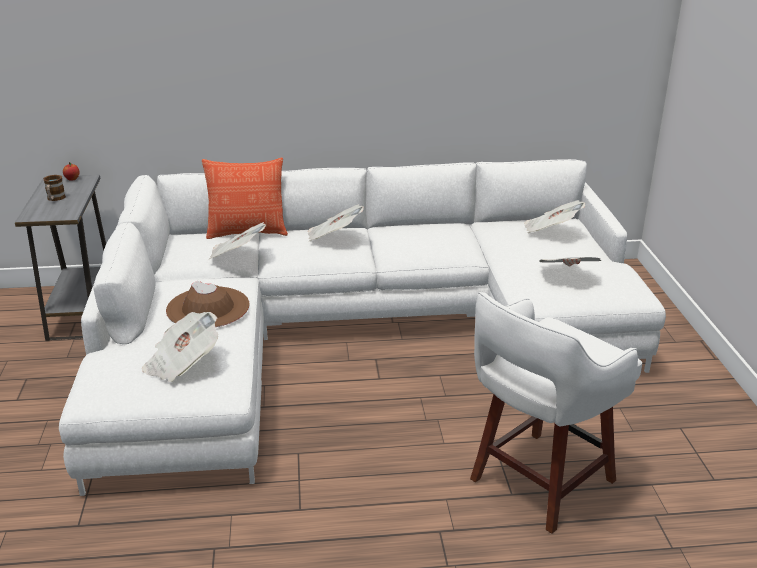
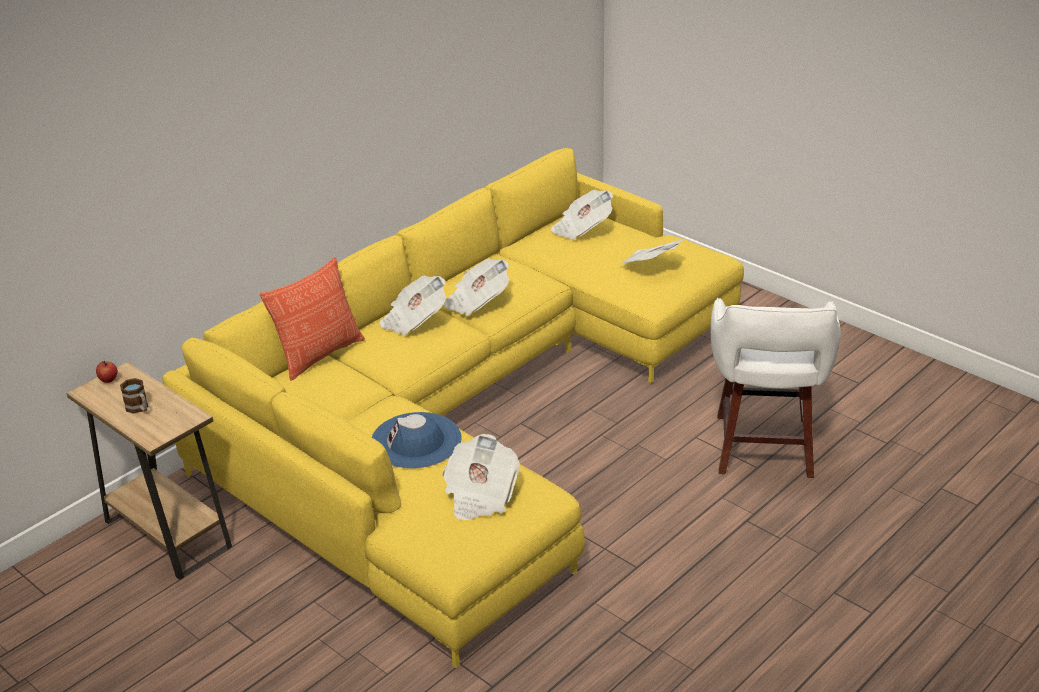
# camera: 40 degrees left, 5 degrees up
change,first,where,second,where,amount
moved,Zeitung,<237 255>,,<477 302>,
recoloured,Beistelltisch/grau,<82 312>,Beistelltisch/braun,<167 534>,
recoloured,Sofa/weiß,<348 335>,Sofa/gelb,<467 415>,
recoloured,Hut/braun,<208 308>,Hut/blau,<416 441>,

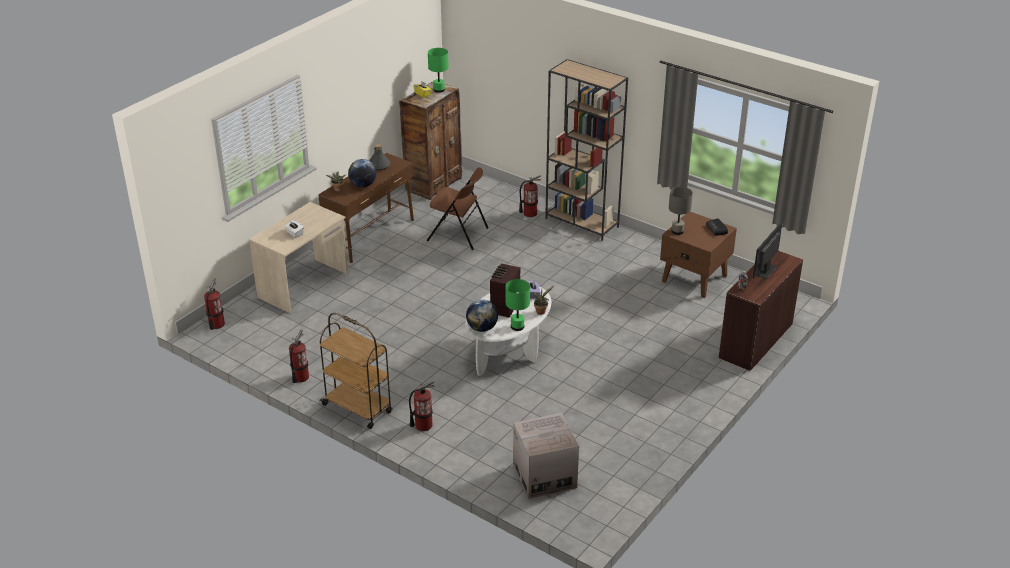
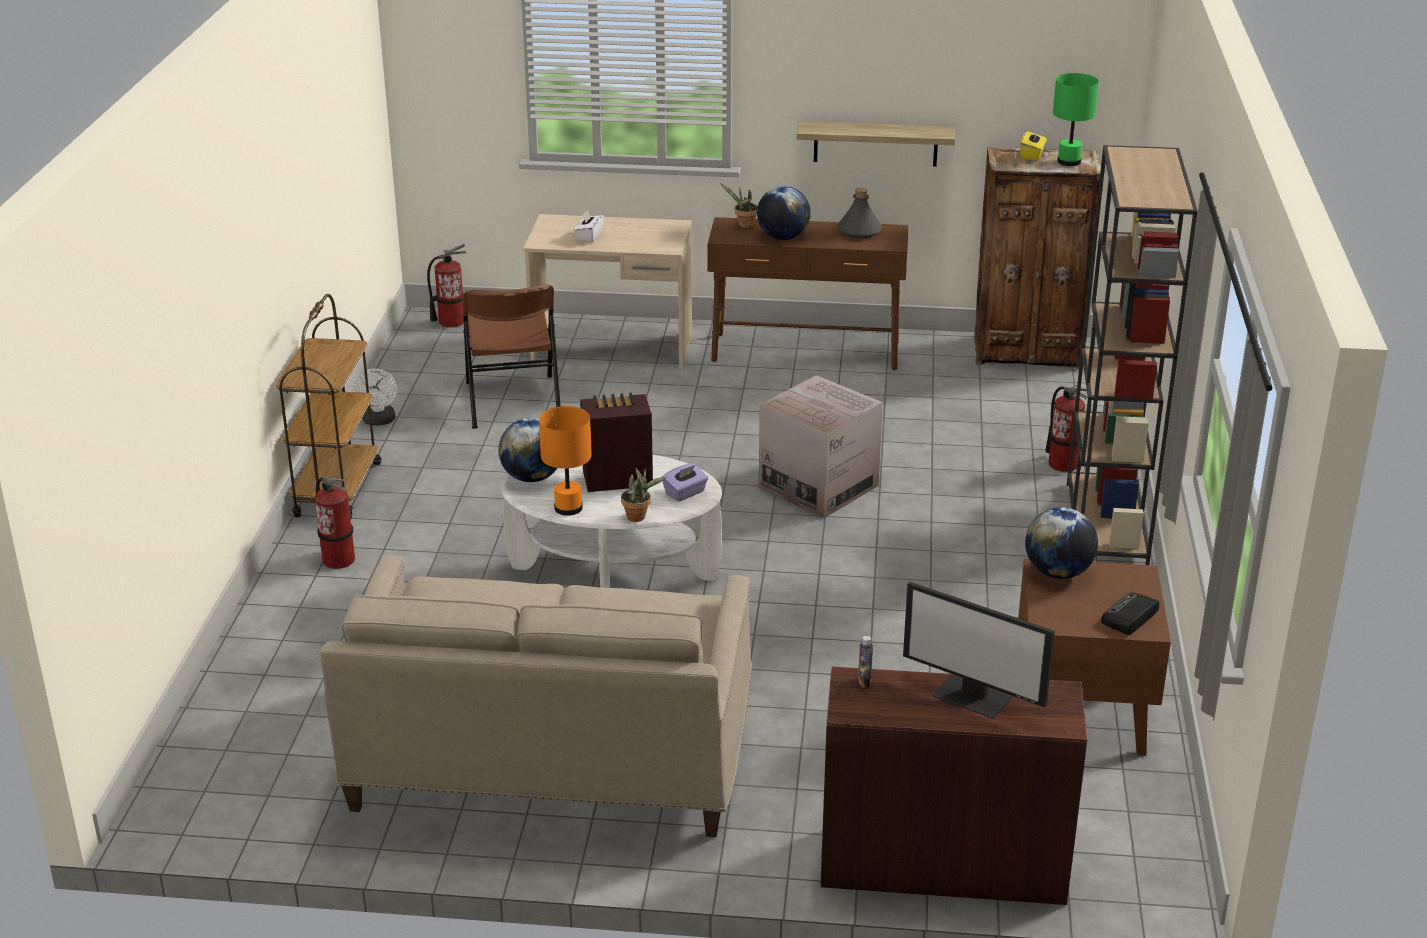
# camera: 60 degrees right, 5 degrees down
change,first,where,second,where,amount
added,,,Sofa/beige,<550 756>,
added,,,Wandregal,<875 143>,
moved,Stuhl/braun,<457 234>,,<512 402>,
moved,Karton,<544 476>,,<818 486>,
replaced,Feuerlöscher,<300 377>,Ventilator/weiß,<379 421>,
replaced,Tischlampe/grau,<677 231>,Globus,<1058 572>,
recoloured,Tischlampe/grün,<517 326>,Tischlampe/orange,<568 508>,
turned,Monitor,<765 270>,,<973 696>,150 degrees counterclockwise

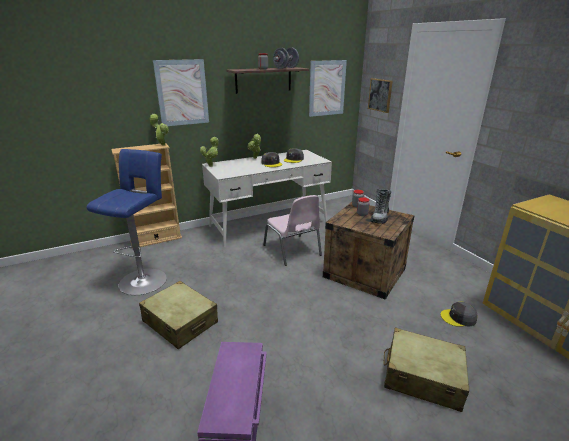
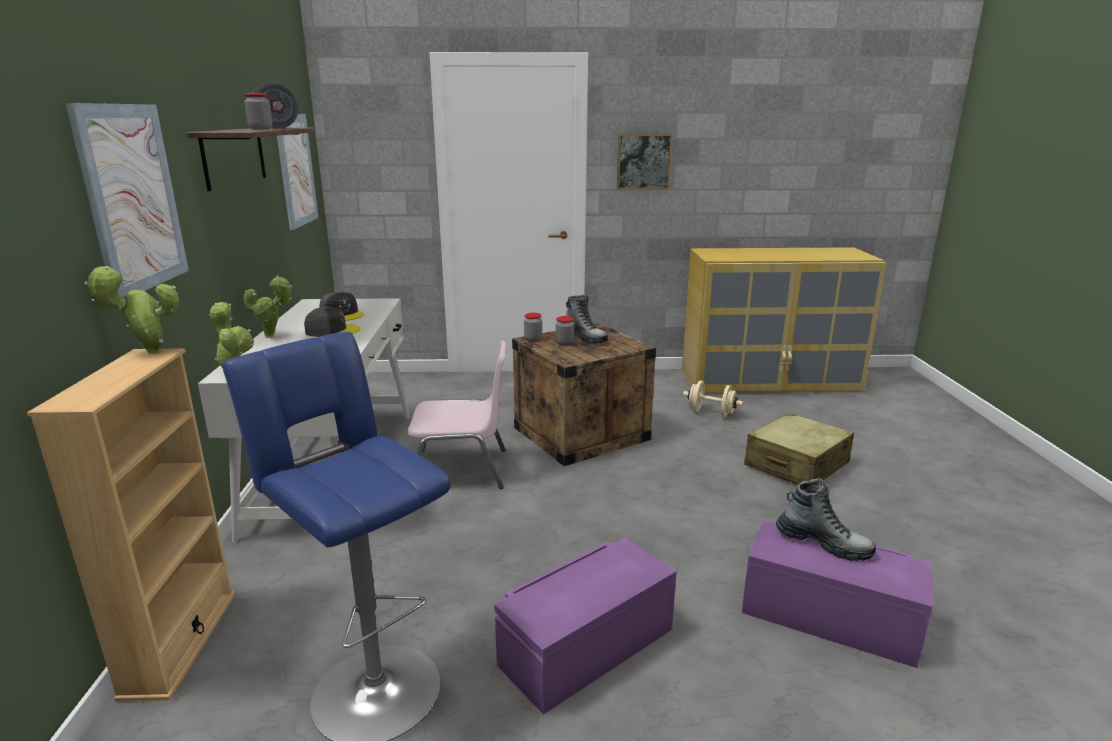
# camera: 65 degrees left, 5 degrees down
change,first,where,second,where,amount
added,,,Stiefel,<823 544>,
moved,Bild,<380 95>,,<643 161>,
replaced,Koffer/beige,<180 322>,Aufbewahrungsbox/lila,<585 645>,
replaced,Kappe/grau,<458 318>,Hantel/beige,<711 413>,

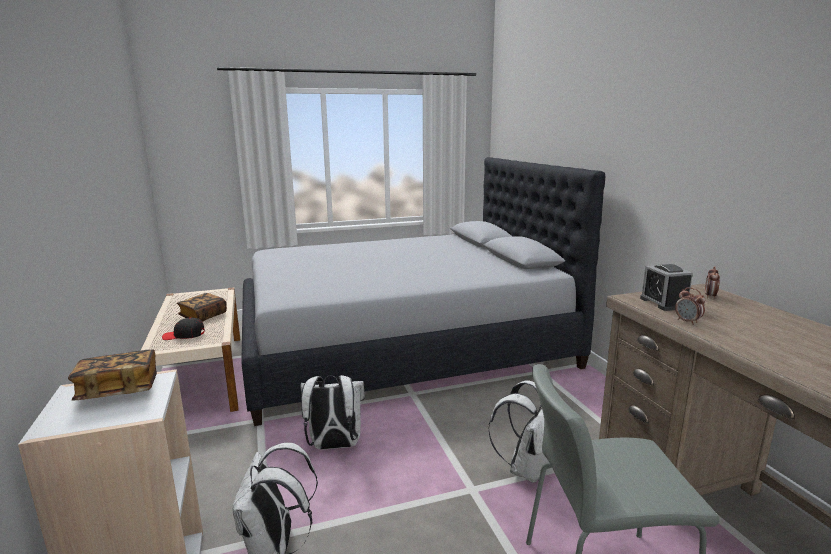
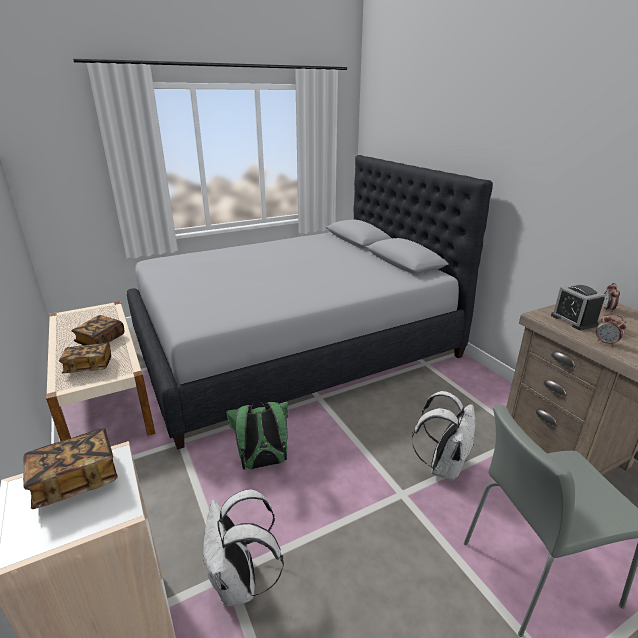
# camera: 10 degrees left, 10 degrees up
change,first,where,second,where,amount
replaced,Kappe/schwarz,<184 335>,Buch,<89 367>,
recoloured,Rucksack/weiß,<334 446>,Rucksack/grün,<263 463>,

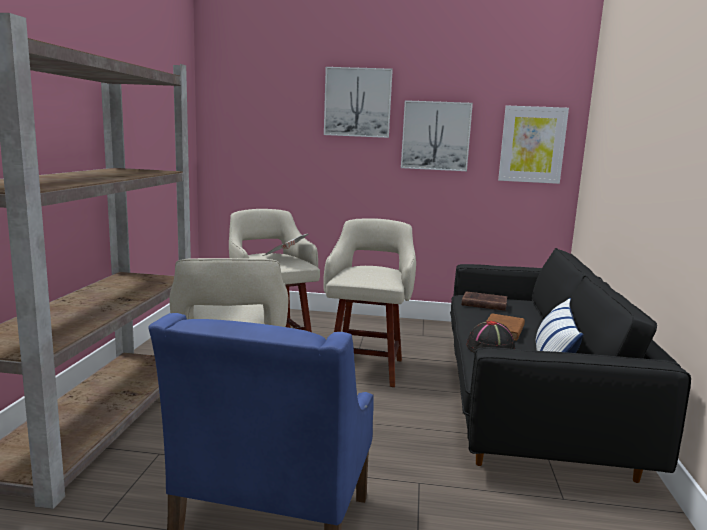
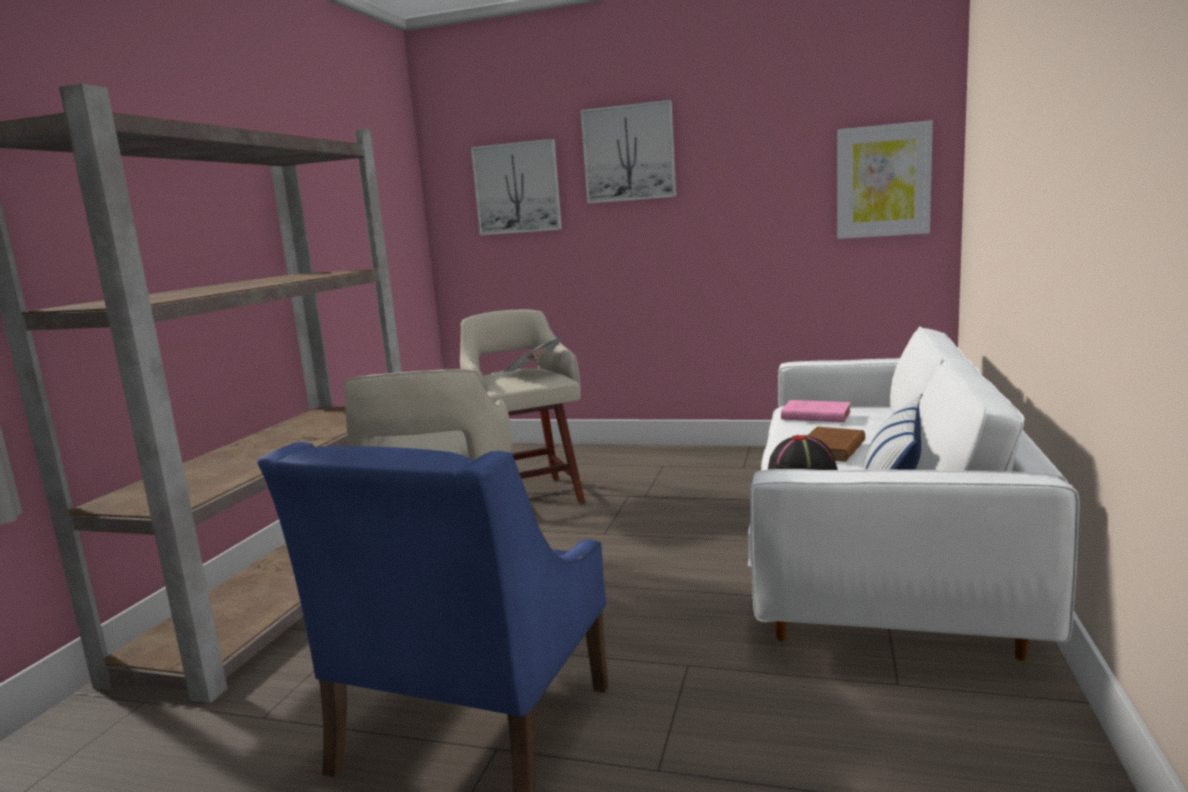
# camera: 10 degrees right, 0 degrees up
change,first,where,second,where,amount
removed,Hocker/beige,<367 367>,,,
moved,Bild,<435 136>,,<517 188>,
recoloured,Sofa/schwarz,<527 400>,Sofa/weiß,<877 548>,
recoloured,Buch/braun,<482 304>,Buch/rosa,<814 416>,

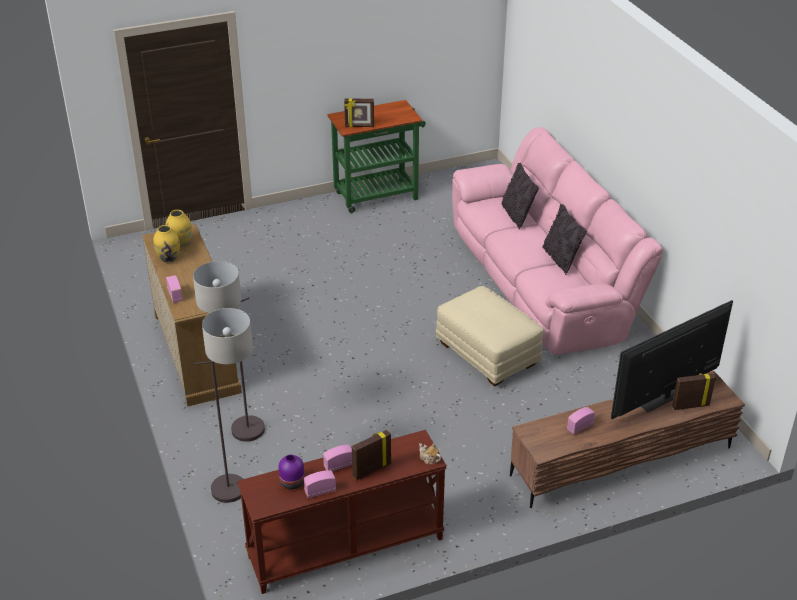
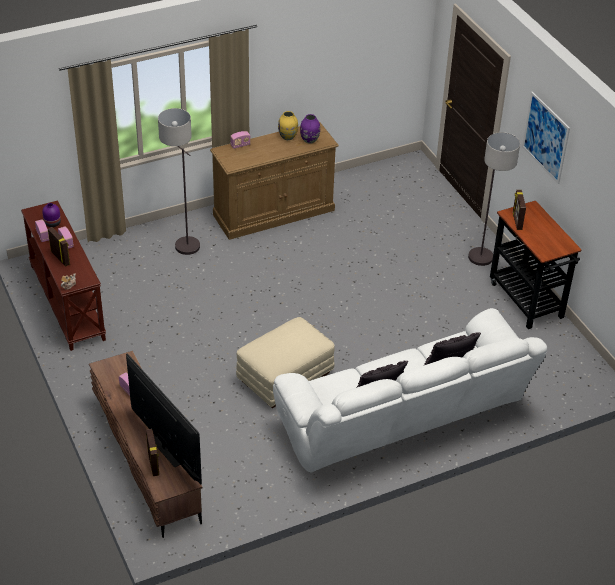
# camera: 85 degrees right, 5 degrees up
change,first,where,second,where,amount
added,,,Bild,<545 137>,
moved,Stehlampe/grau,<239 488>,,<483 262>,
recoloured,Vase/gelb,<181 242>,Vase/lila,<309 140>,
recoloured,Rollwagen/grün,<377 196>,Rollwagen/schwarz,<527 301>,
recoloured,Sofa/rosa,<542 279>,Sofa/weiß,<404 419>,

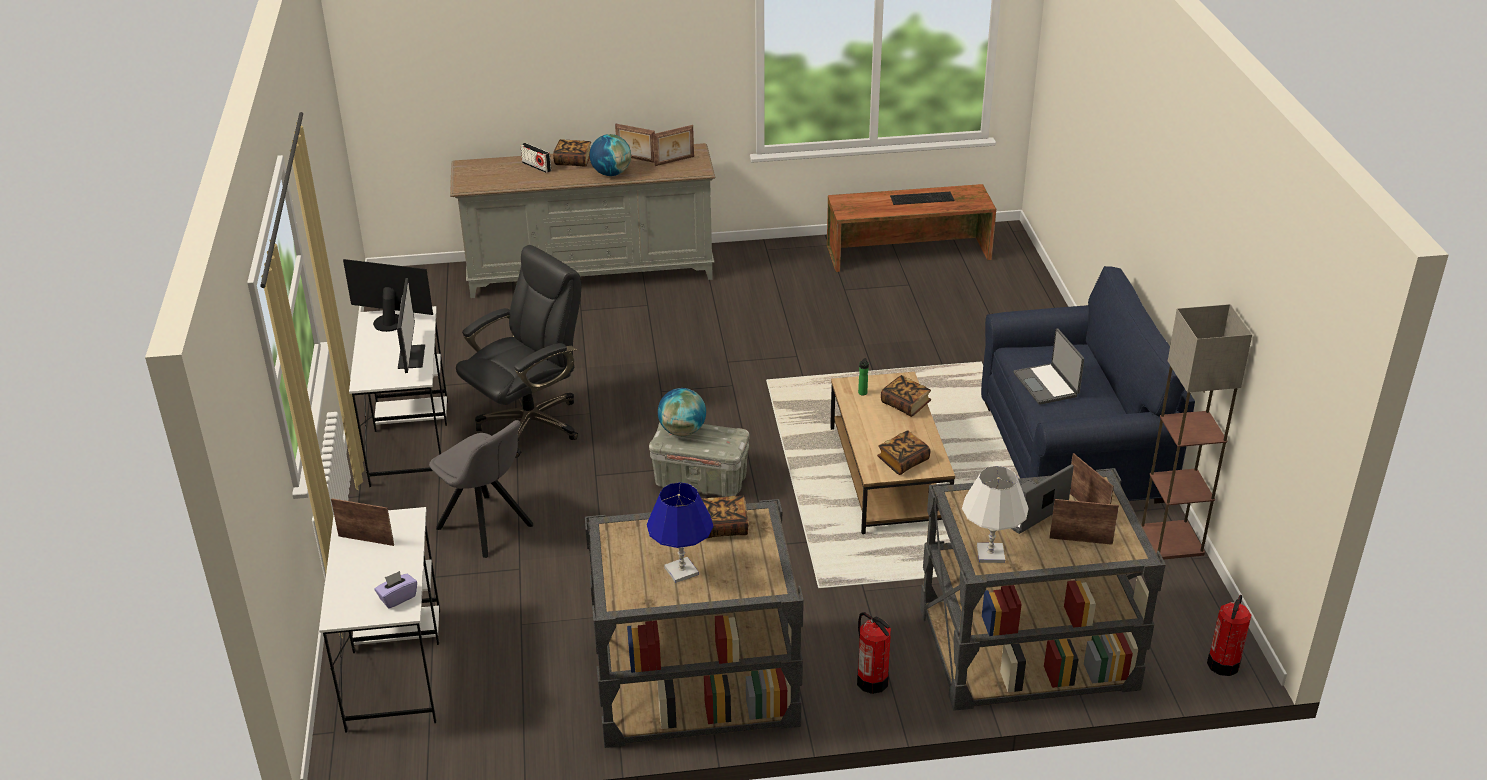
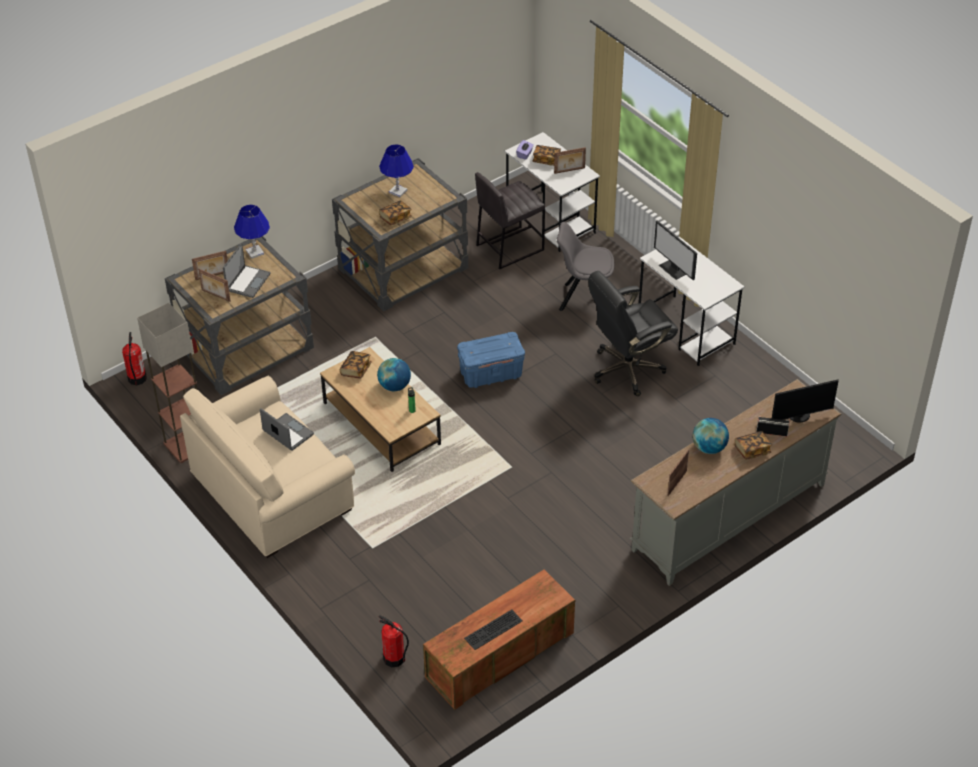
# camera: 150 degrees right, 10 degrees up
change,first,where,second,where,amount
removed,Bilderrahmen,<636 159>,,,
added,,,Hocker/grau,<509 247>,
moved,Monitor,<390 321>,,<799 416>,
moved,Globus,<682 431>,,<394 386>,
moved,Feuerlöscher,<872 681>,,<394 659>,
moved,Buch,<905 404>,,<546 160>,
recoloured,Aufbewahrungsbox/grau,<700 481>,Aufbewahrungsbox/blau,<491 374>,
recoloured,Tischlampe/weiß,<990 554>,Tischlampe/blau,<255 252>,
recoloured,Sofa/blau,<1073 450>,Sofa/beige,<272 492>,
turned,Bürostuhl/schwarz,<529 426>,,<629 369>,45 degrees clockwise

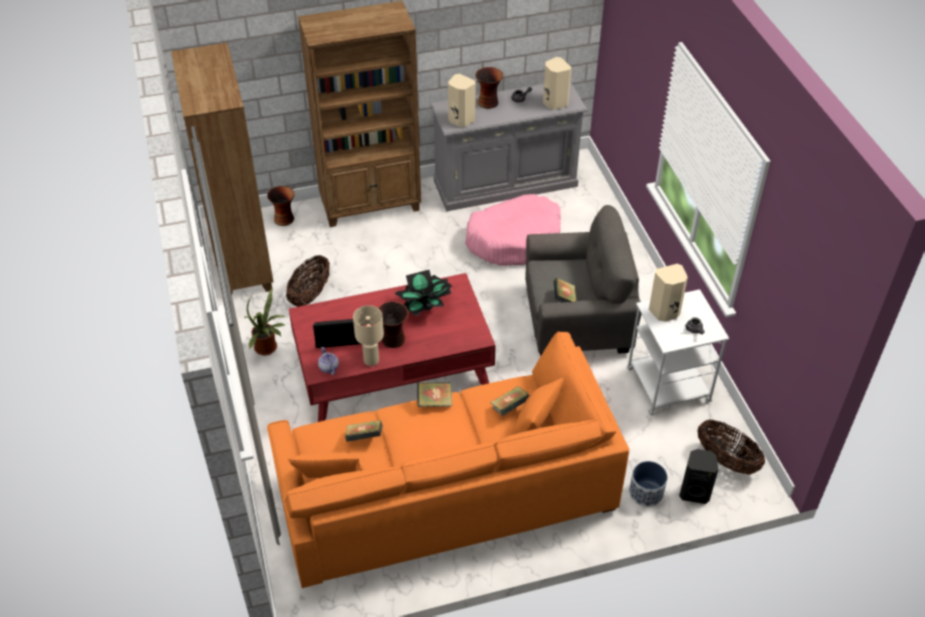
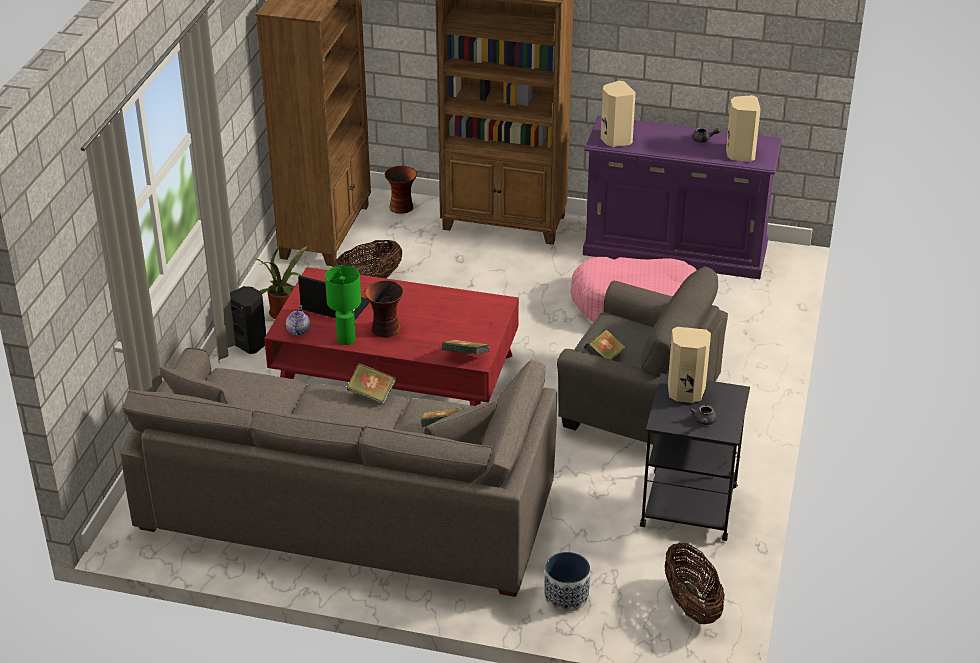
# camera: 30 degrees right, 10 degrees down
change,first,where,second,where,amount
removed,Topfpflanze,<426 306>,,,
removed,Vase,<488 102>,,,
moved,Buch,<364 438>,,<465 357>,
moved,Lautsprecher/schwarz,<694 492>,,<251 344>,
recoloured,Sofa/orange,<445 493>,Sofa/grau,<348 507>,
recoloured,Tischlampe/beige,<371 360>,Tischlampe/grün,<346 339>,
recoloured,Schrank/grau,<506 183>,Schrank/lila,<676 250>,
recoloured,Rollwagen/weiß,<668 386>,Rollwagen/schwarz,<689 507>,

